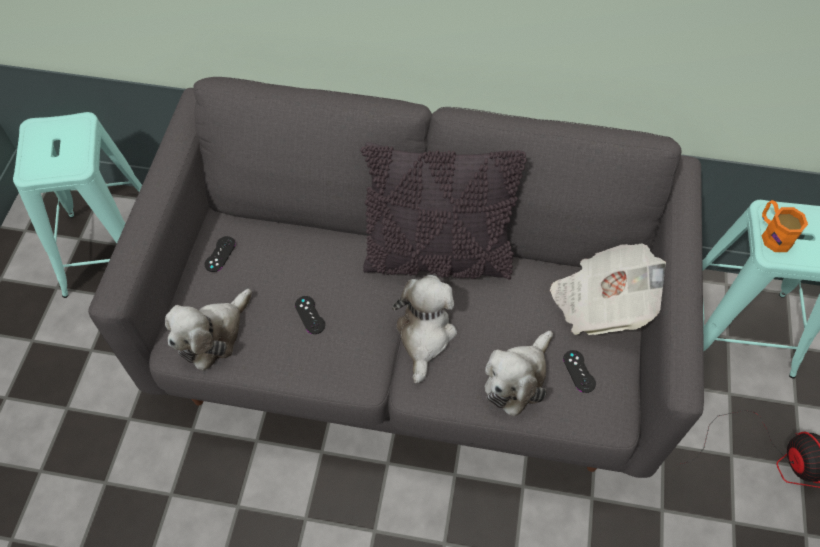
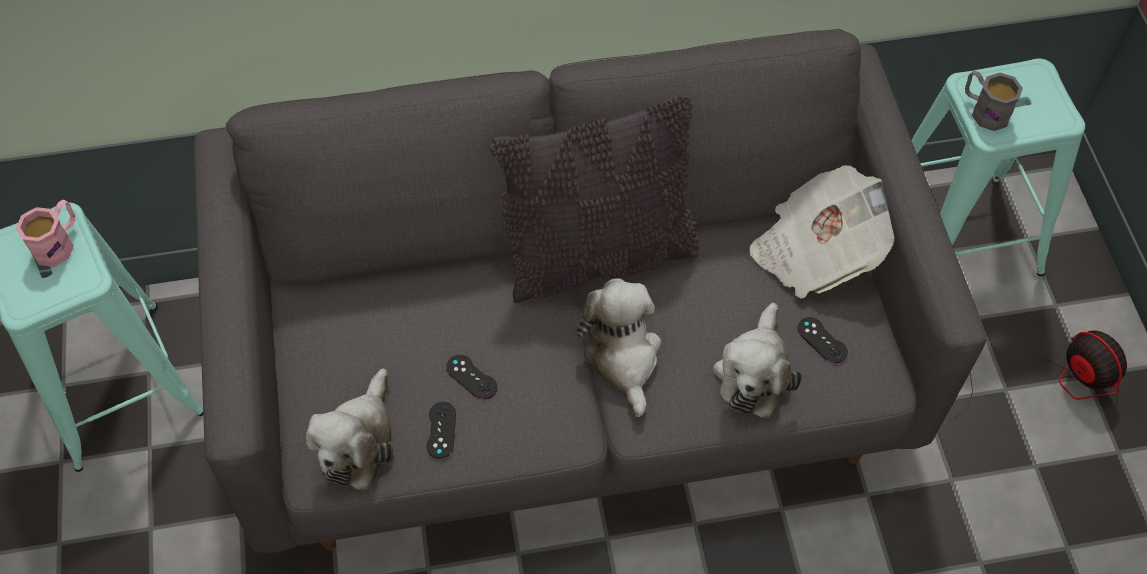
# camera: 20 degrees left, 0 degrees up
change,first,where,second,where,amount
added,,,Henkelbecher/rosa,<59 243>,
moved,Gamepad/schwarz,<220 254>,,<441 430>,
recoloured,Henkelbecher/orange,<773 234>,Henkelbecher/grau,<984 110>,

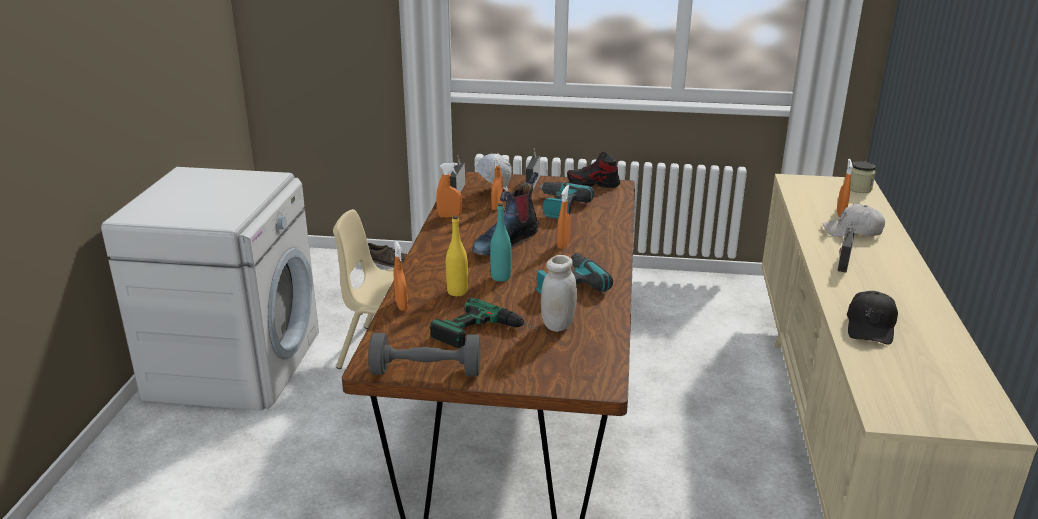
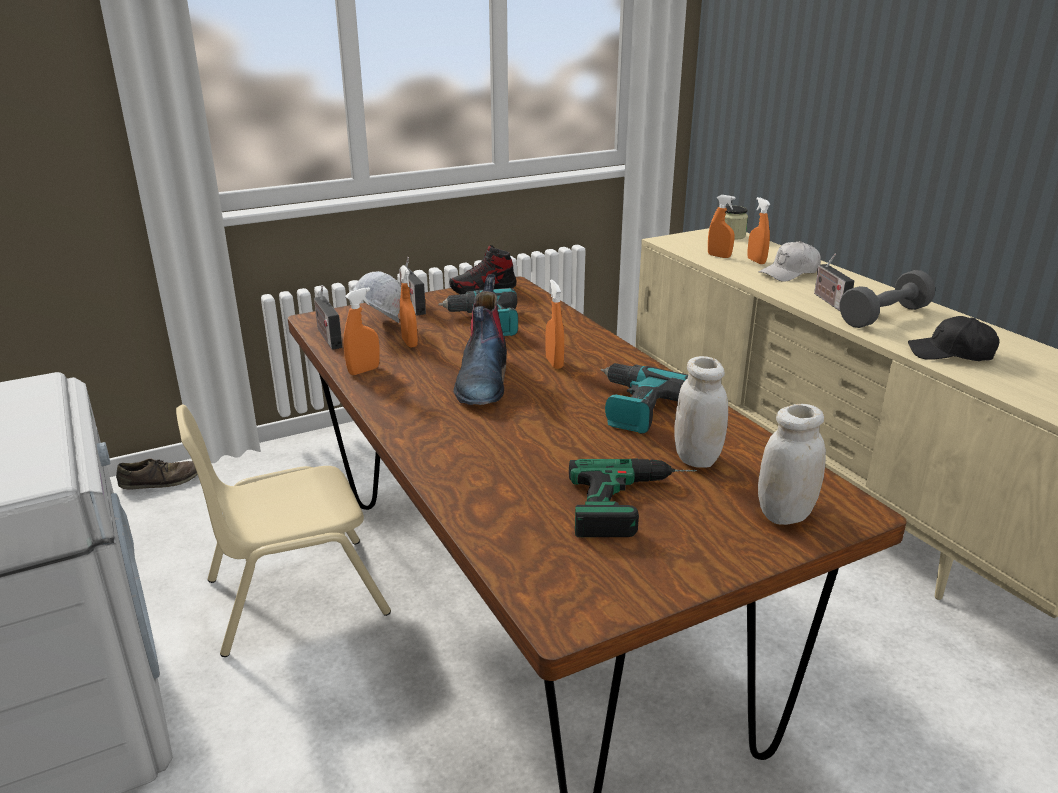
# camera: 35 degrees left, 0 degrees up
change,first,where,second,where,amount
removed,Flasche/gelb,<457 292>,,,
removed,Flasche/türkis,<501 277>,,,
added,,,Vorratsglas/weiß,<785 514>,
moved,Hantel/grau,<426 372>,,<884 316>,
moved,Sprühflasche/orange,<401 305>,,<719 256>,
turned,Kappe/schwarz,<870 327>,,<951 353>,120 degrees clockwise

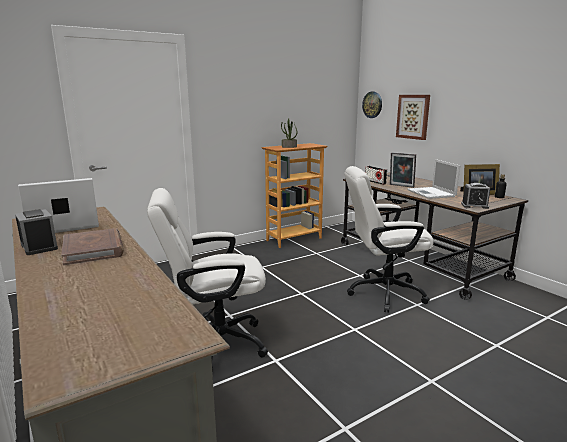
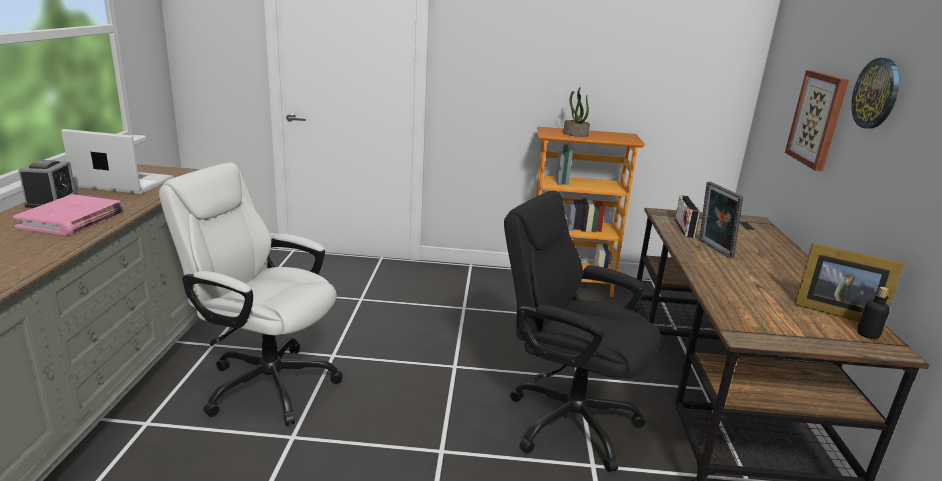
# camera: 35 degrees right, 5 degrees up
change,first,where,second,where,amount
removed,Laptop,<431 193>,,,
removed,Wecker,<474 206>,,,
moved,Wanduhr,<372 104>,,<876 93>,
recoloured,Buch/braun,<93 249>,Buch/rosa,<72 219>,
recoloured,Bürostuhl/weiß,<382 293>,Bürostuhl/schwarz,<565 421>,

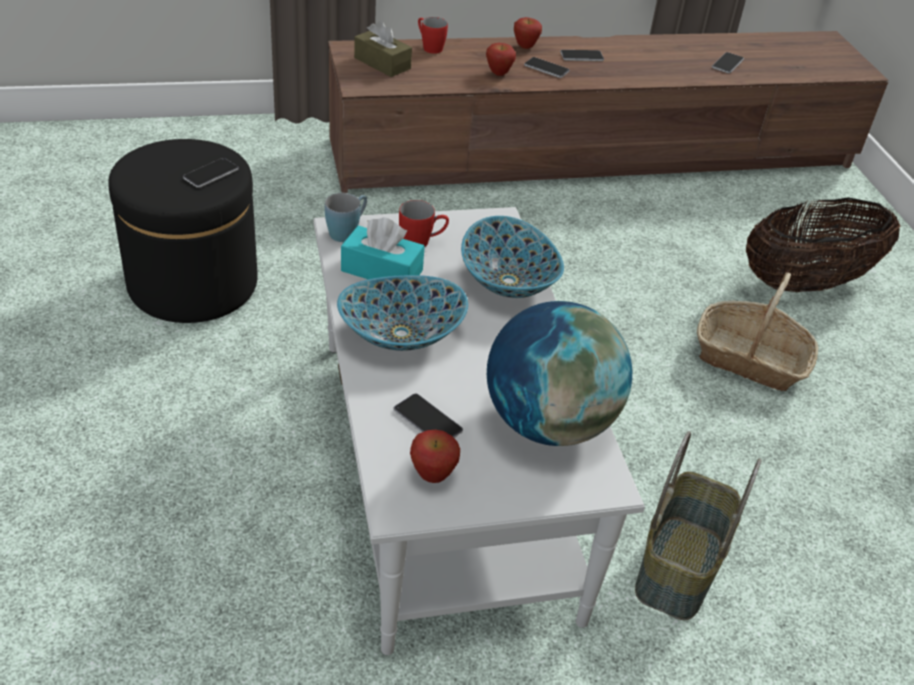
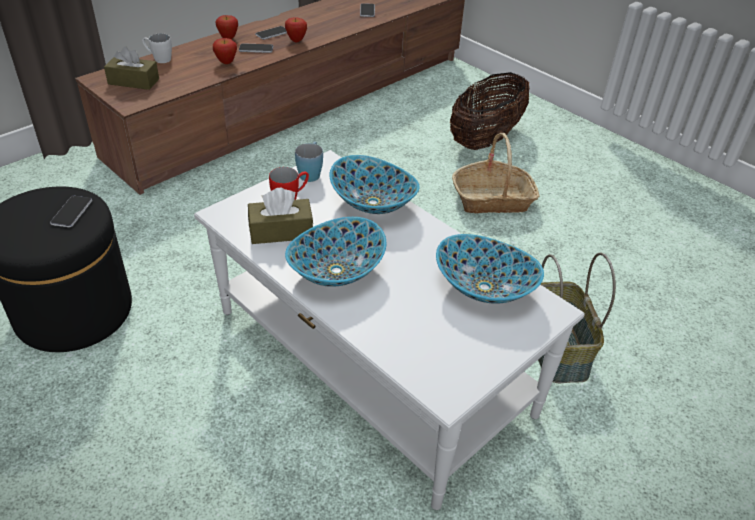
# camera: 30 degrees left, 0 degrees up
change,first,where,second,where,amount
removed,Handy,<427 421>,,,
moved,Henkelbecher/blau,<347 231>,,<310 172>,
moved,Apfel,<433 476>,,<296 40>,
replaced,Globus,<549 423>,Schüssel,<484 287>,
recoloured,Taschentuchbox/türkis,<382 271>,Taschentuchbox/braun,<281 231>,
recoloured,Henkelbecher/rot,<429 47>,Henkelbecher/weiß,<159 59>,

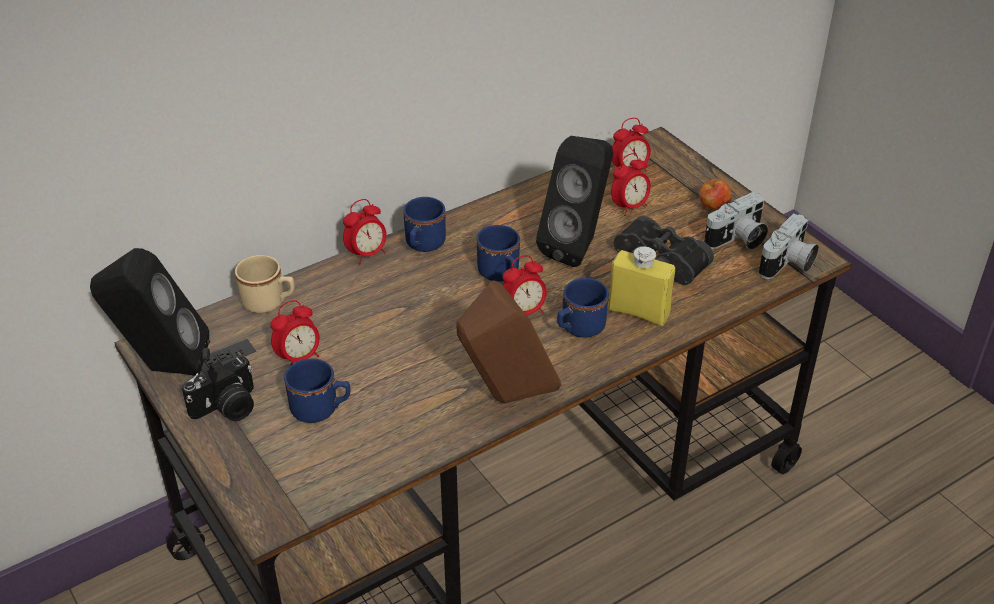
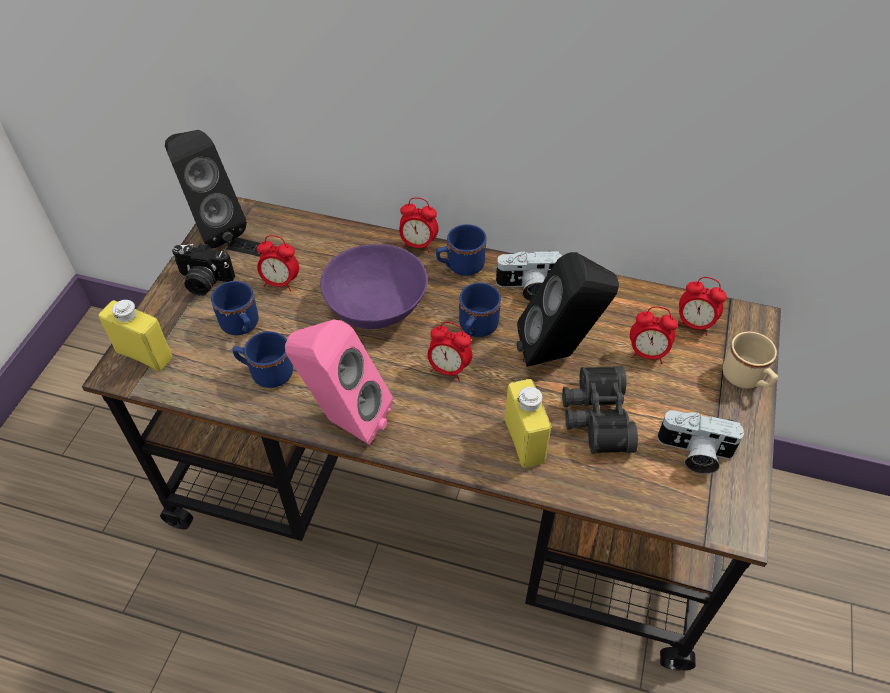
# camera: 50 degrees right, 10 degrees up
change,first,where,second,where,amount
removed,Apfel,<713 207>,,,
added,,,Flasche/gelb,<144 355>,
added,,,Schüssel/lila,<377 306>,
moved,Henkelbecher/beige,<269 303>,,<746 379>,
moved,Henkelbecher/blau,<578 329>,,<266 373>,
moved,Kamera,<788 264>,,<528 288>,
recoloured,Lautsprecher/braun,<506 399>,Lautsprecher/rosa,<344 420>,

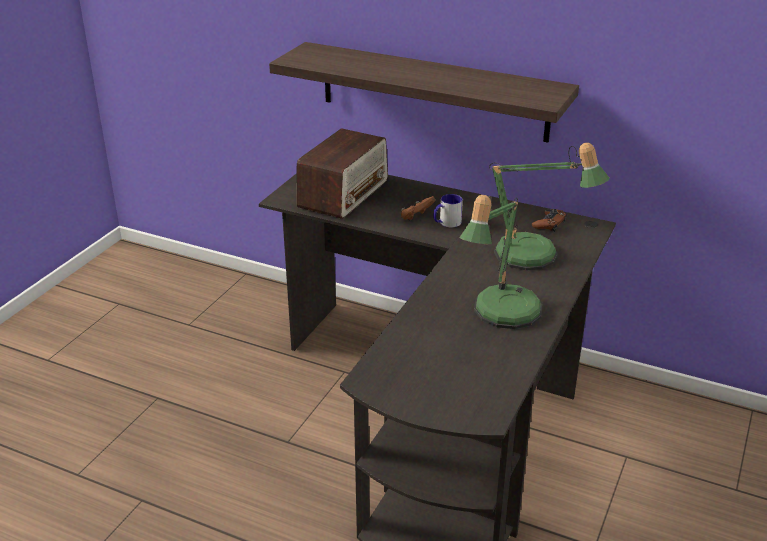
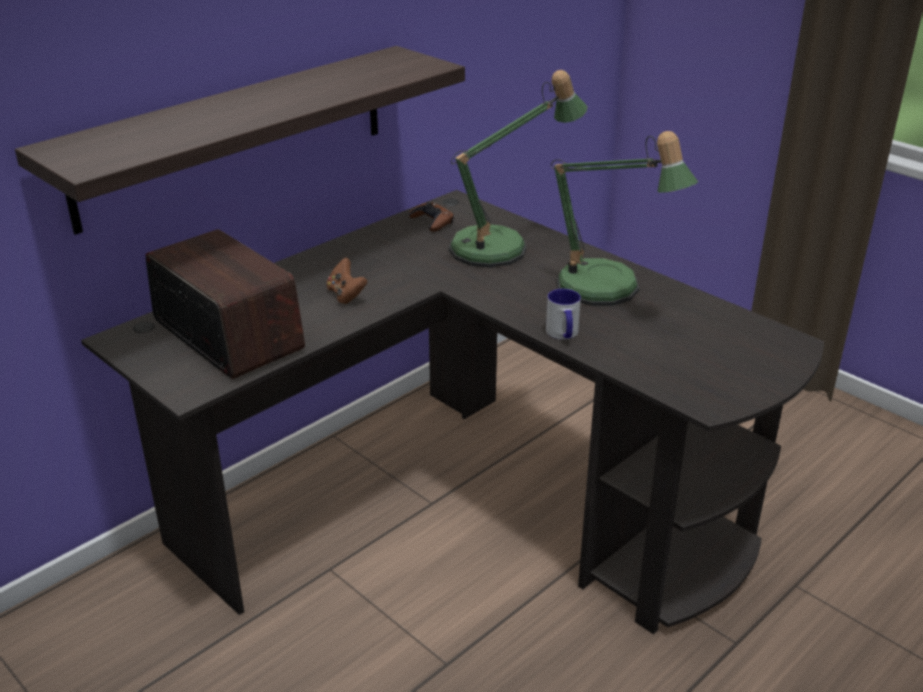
# camera: 70 degrees left, 0 degrees up
change,first,where,second,where,amount
moved,Henkelbecher,<446 223>,,<563 334>,

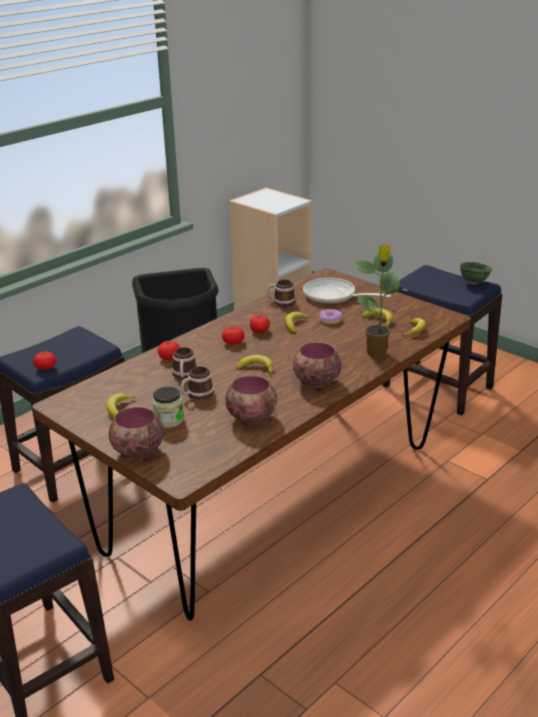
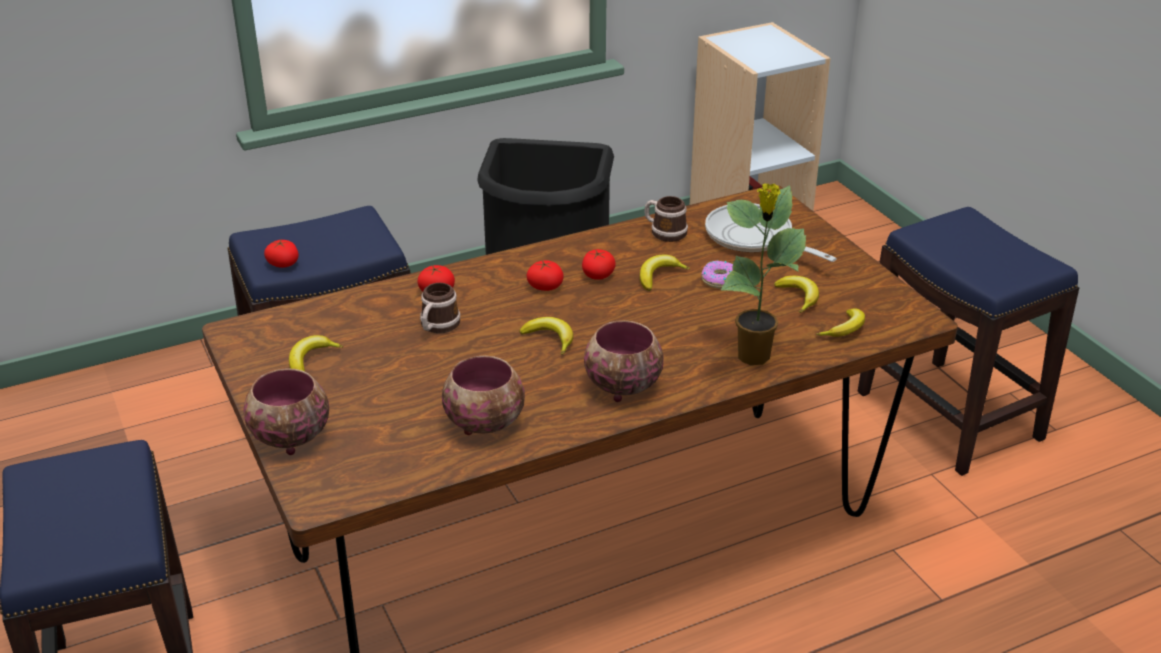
# camera: 20 degrees right, 5 degrees up
change,first,where,second,where,amount
removed,Vorratsglas,<169 420>,,,
removed,Henkelbecher,<197 395>,,,
removed,Schüssel/grün,<473 282>,,,

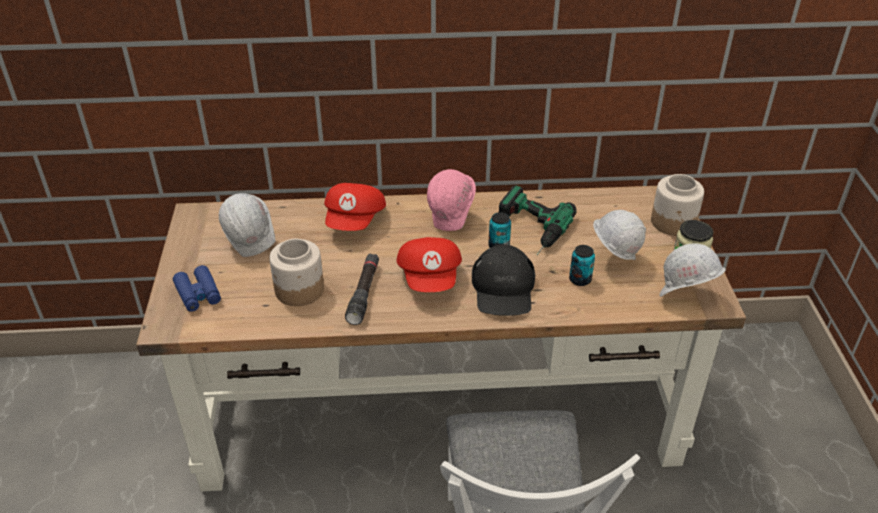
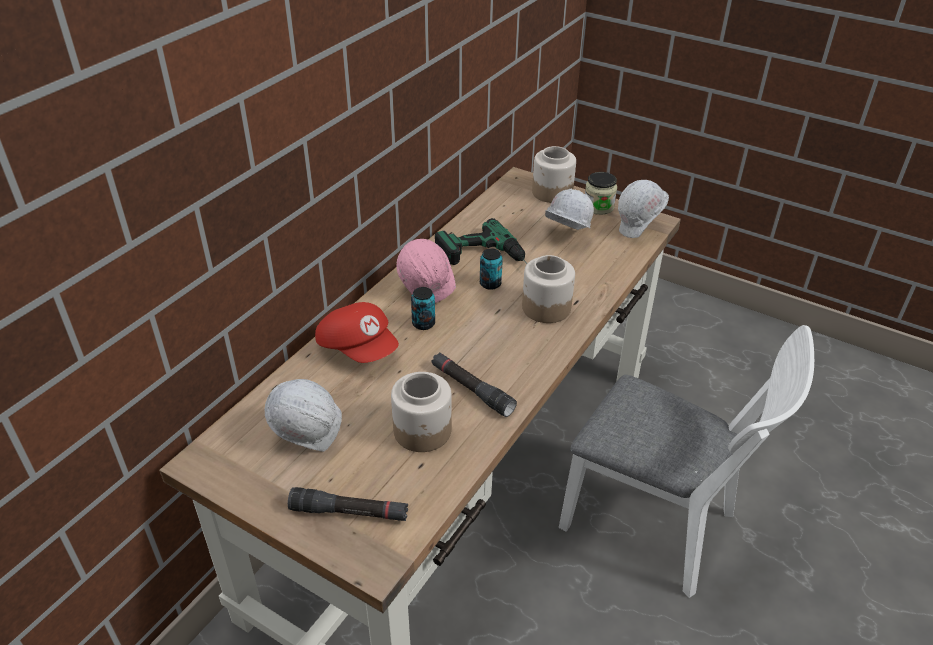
# camera: 55 degrees left, 0 degrees up
change,first,where,second,where,amount
removed,Kappe/rot,<431 278>,,,
moved,Dose,<580 279>,,<423 323>,
replaced,Fernglas/blau,<198 294>,Taschenlampe/schwarz,<349 512>,
replaced,Kappe/schwarz,<503 288>,Vorratsglas,<546 307>,

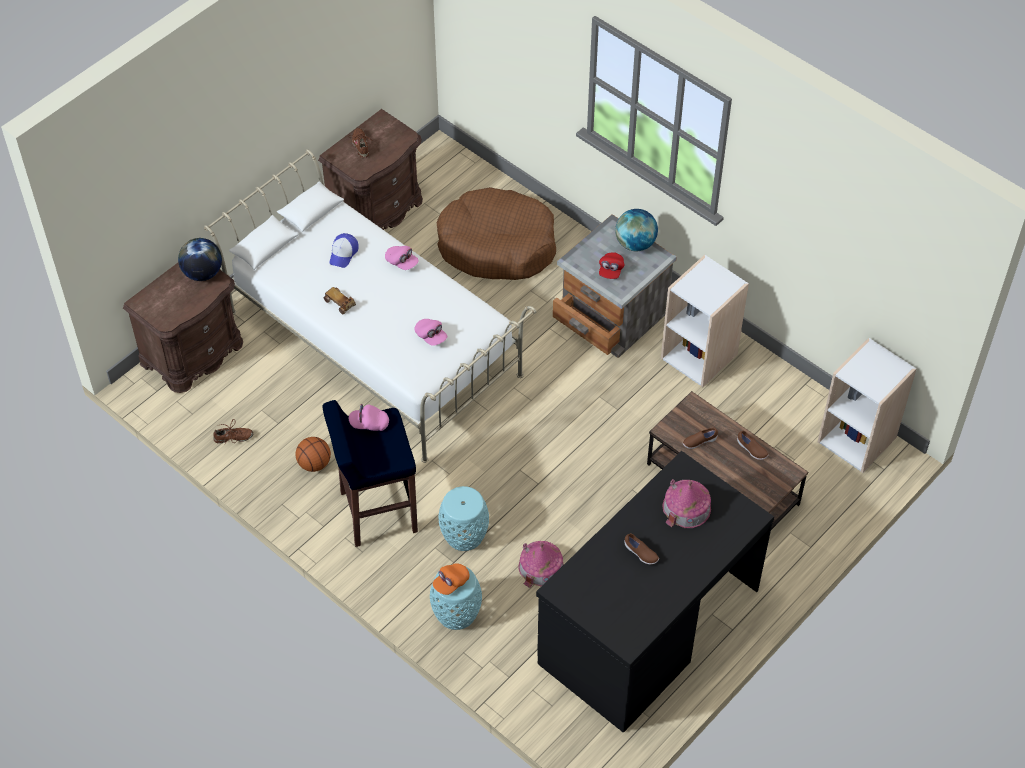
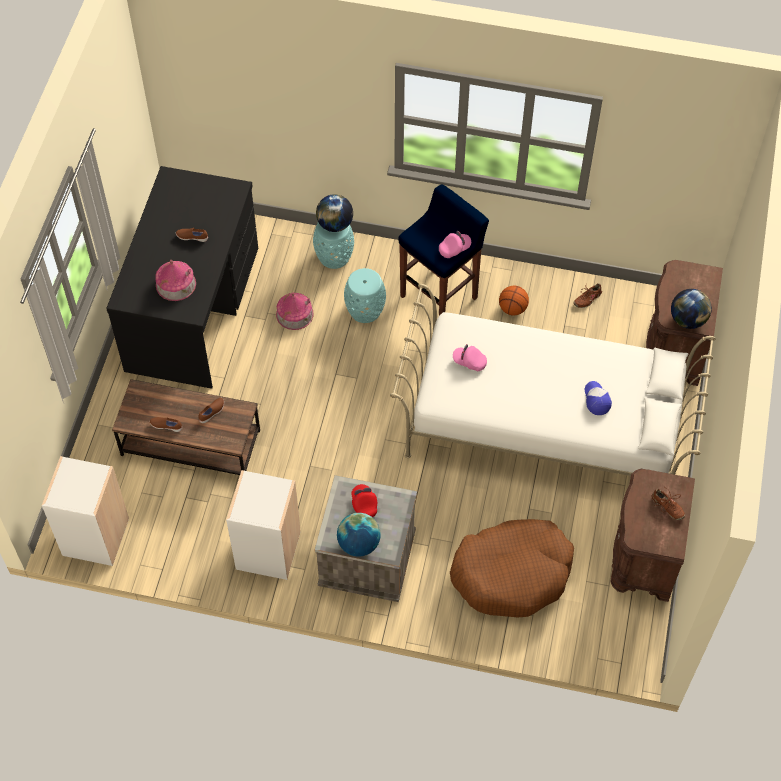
# camera: 150 degrees right, 5 degrees up
change,first,where,second,where,amount
removed,Spielzeugauto,<340 303>,,,
removed,Kappe/rosa,<402 262>,,,
replaced,Kappe/orange,<451 583>,Globus,<335 224>,

